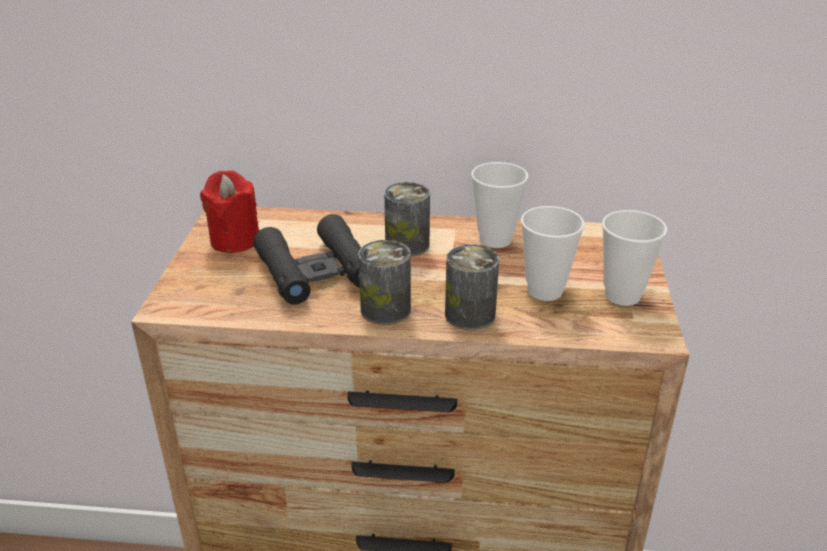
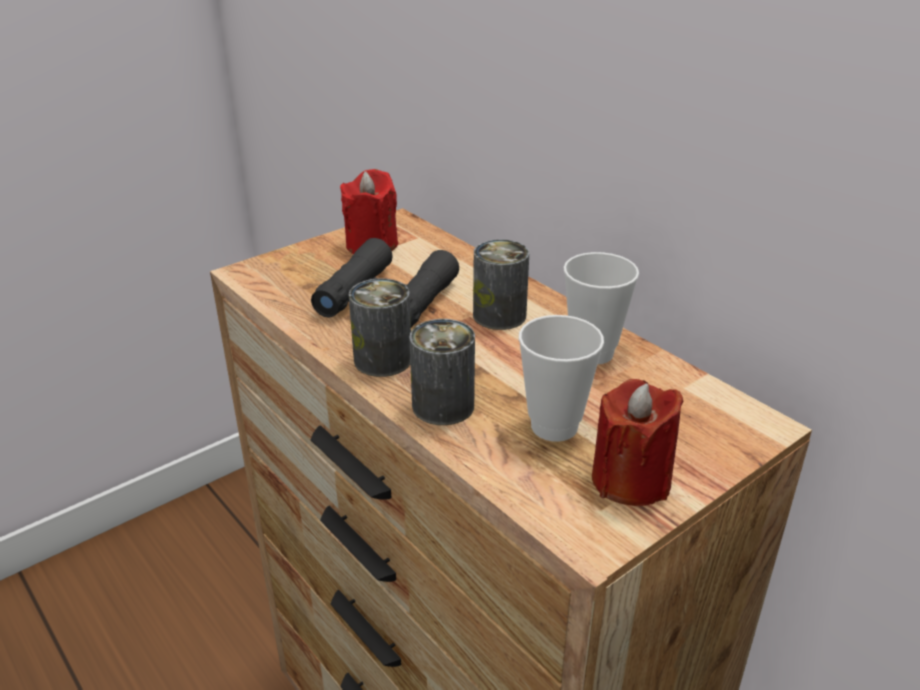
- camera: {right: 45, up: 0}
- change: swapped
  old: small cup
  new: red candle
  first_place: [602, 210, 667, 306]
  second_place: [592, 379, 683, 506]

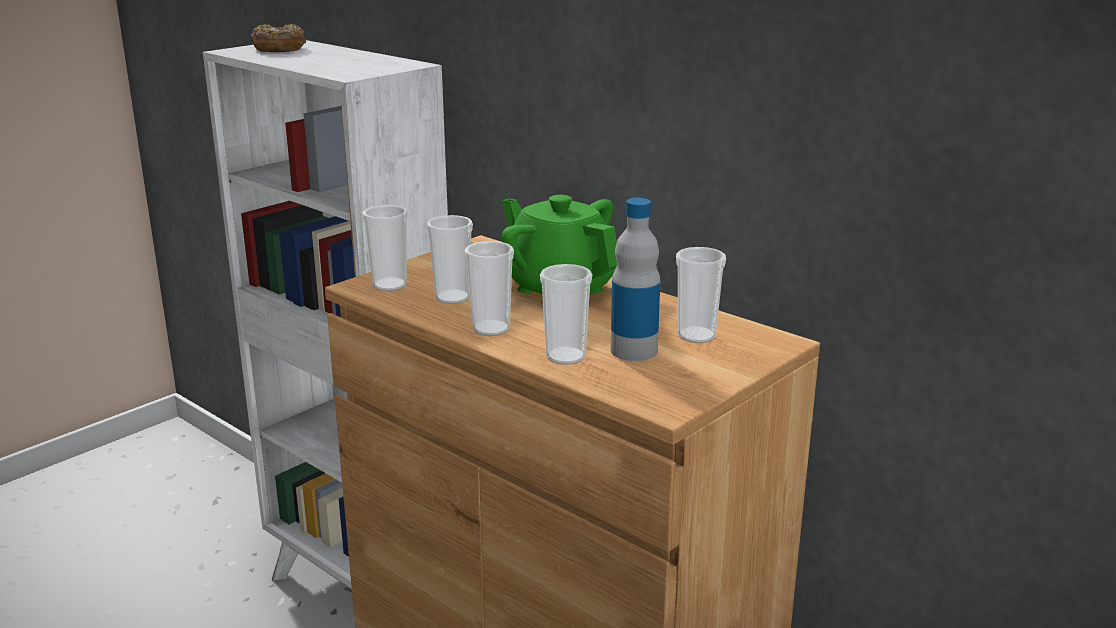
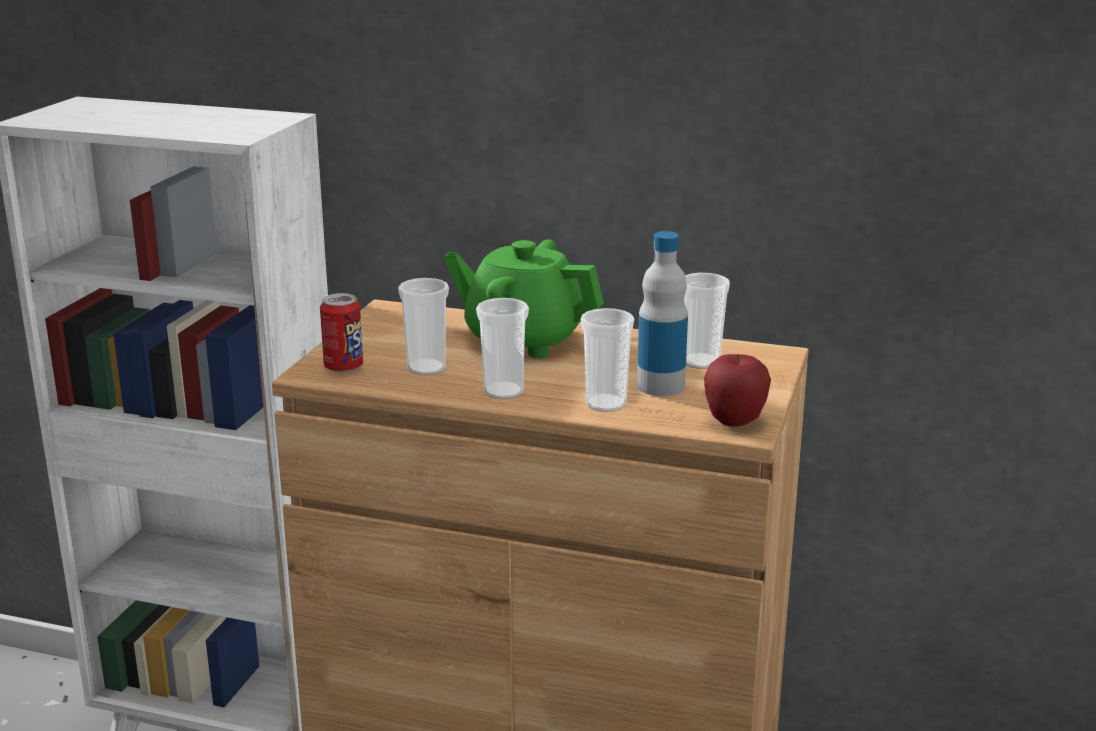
- camera: {right: -25, up: 0}
- change: gone
  old: doughnut
  first_place: [251, 24, 306, 52]
- change: swapped
  old: small cup
  new: sealed can
  first_place: [363, 205, 408, 291]
  second_place: [320, 293, 363, 373]
- change: new
  new: apple
  second_place: [704, 354, 771, 427]

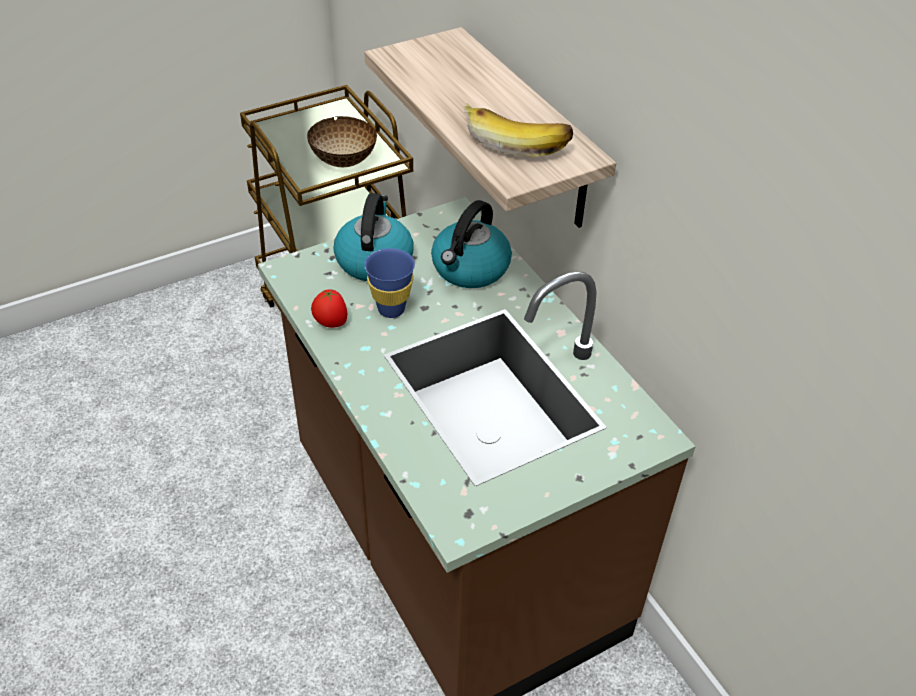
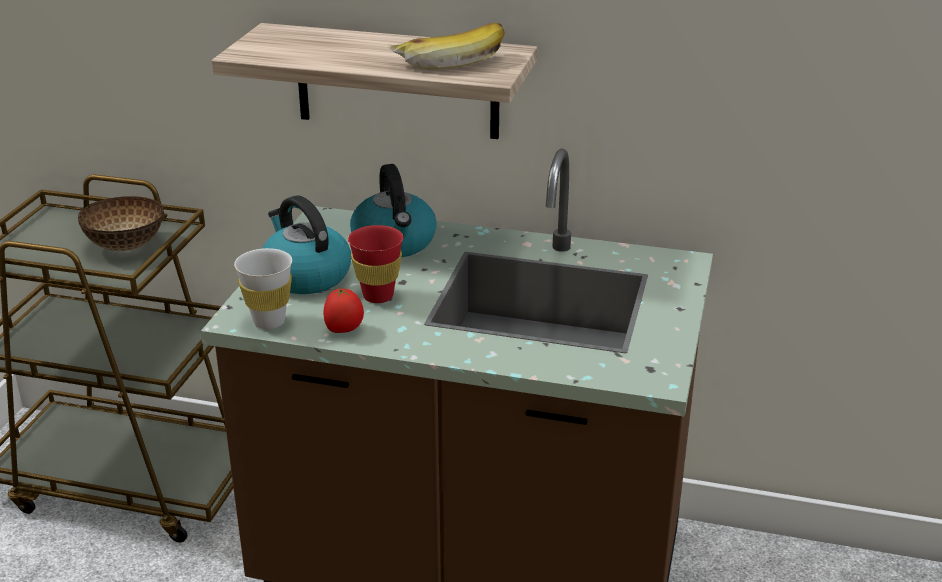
- camera: {right: -45, up: -15}
- change: repainted
  old: bluish small cup
  new: red small cup
  first_place: [365, 248, 415, 318]
  second_place: [348, 225, 403, 303]
- change: new
  new: whitish small cup
  second_place: [234, 248, 292, 329]

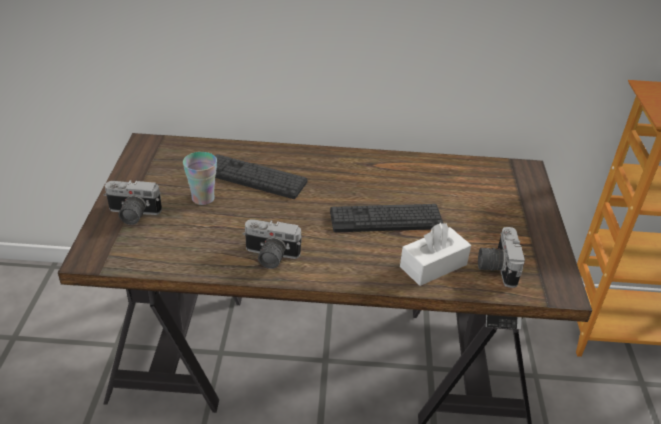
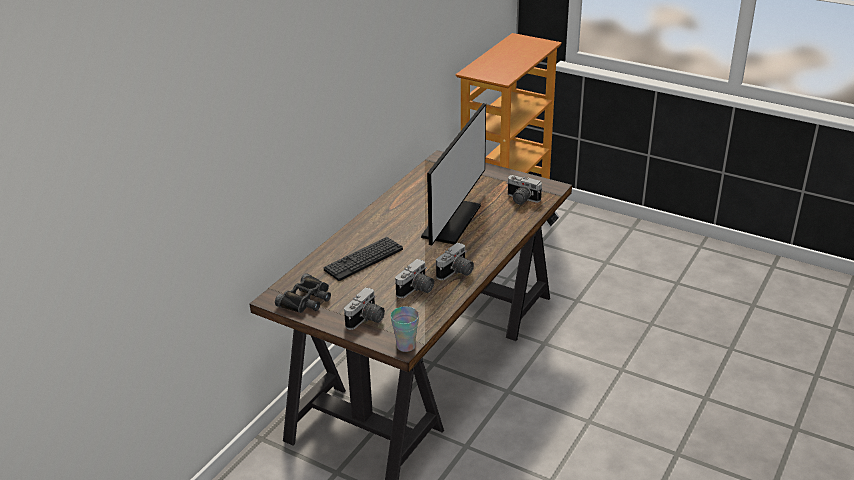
- camera: {right: -60, up: -5}
- change: shifted
  old: small cup
  first_place: [183, 152, 217, 205]
  second_place: [391, 306, 419, 352]
- change: swapped
  old: PC keyboard
  new: monitor
  first_place: [330, 204, 443, 232]
  second_place: [421, 103, 486, 245]
- change: gone
  old: whitish tissue holder
  first_place: [400, 223, 471, 286]
- change: new
  new: photo camera
  second_place: [395, 259, 434, 298]
- change: new
  new: black-coloured pair of binoculars
  second_place: [275, 273, 331, 313]

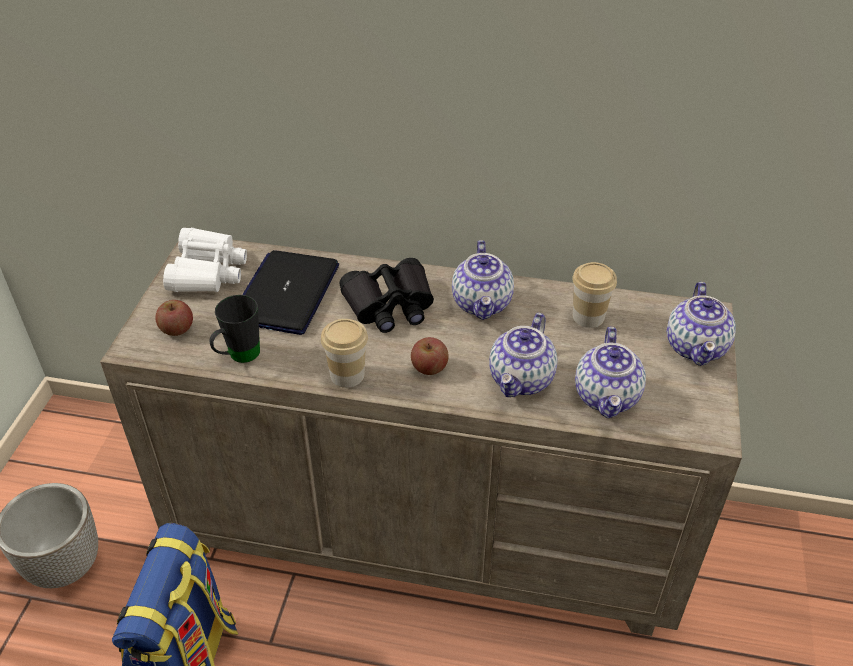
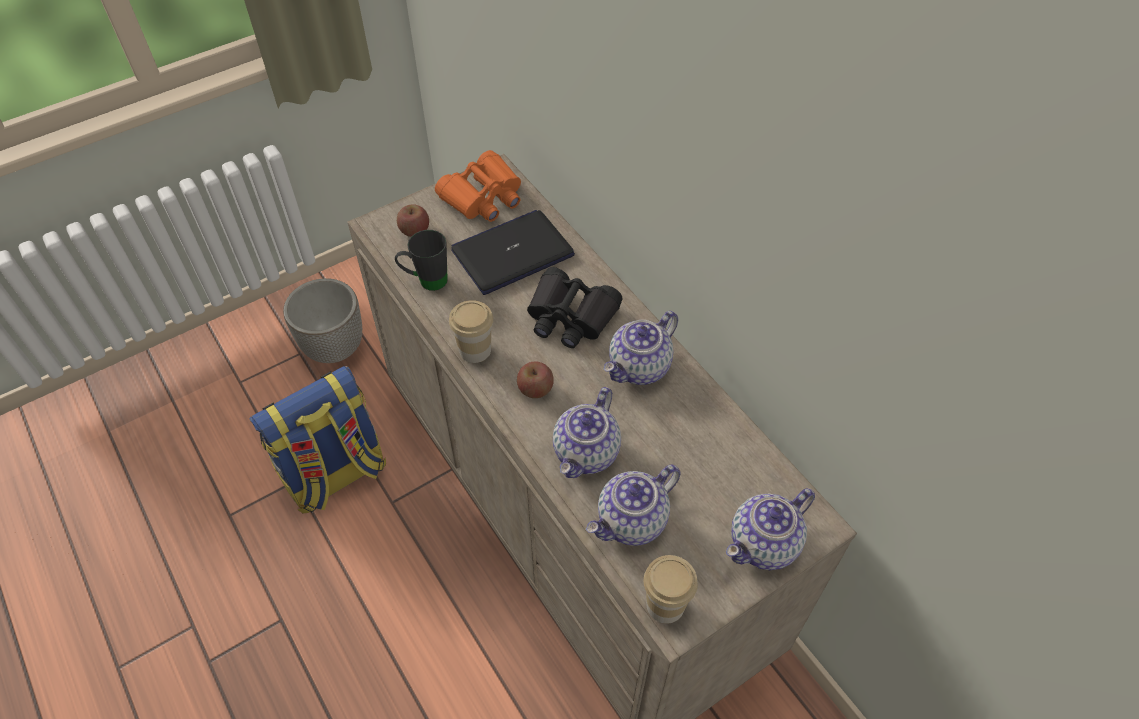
- camera: {right: 45, up: 10}
- change: repainted
  old: whitish pair of binoculars
  new: orangey pair of binoculars
  first_place: [163, 228, 247, 292]
  second_place: [435, 150, 521, 222]
- change: shifted
  old: small cup
  first_place: [572, 262, 617, 328]
  second_place: [644, 555, 698, 624]
- change: rotated
  old: pot for tea
  first_place: [489, 313, 557, 397]
  second_place: [553, 387, 621, 478]
  degrees: -45

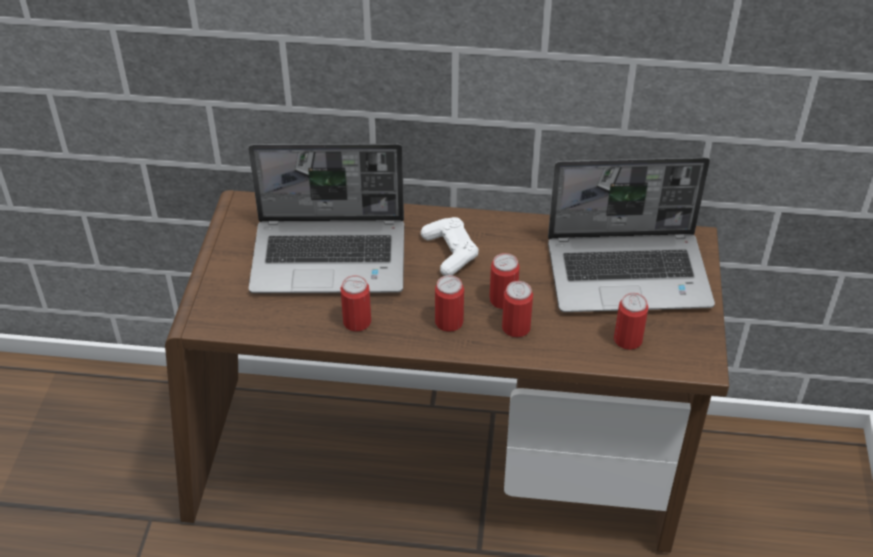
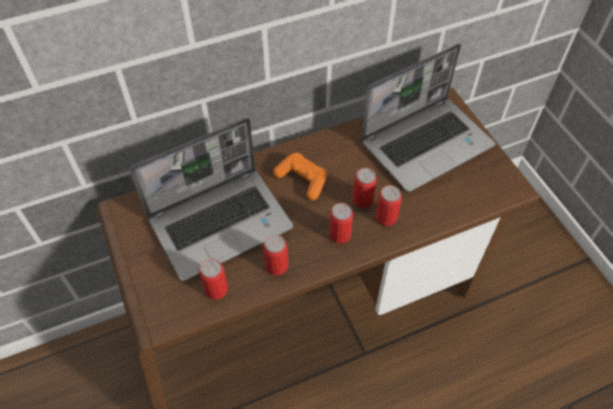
- camera: {right: -30, up: 10}
- change: repainted
  old: whitish joypad
  new: orangey joypad
  first_place: [421, 217, 479, 276]
  second_place: [273, 153, 327, 200]
- change: shifted
  old: sealed can
  first_place: [614, 293, 649, 350]
  second_place: [199, 258, 228, 300]

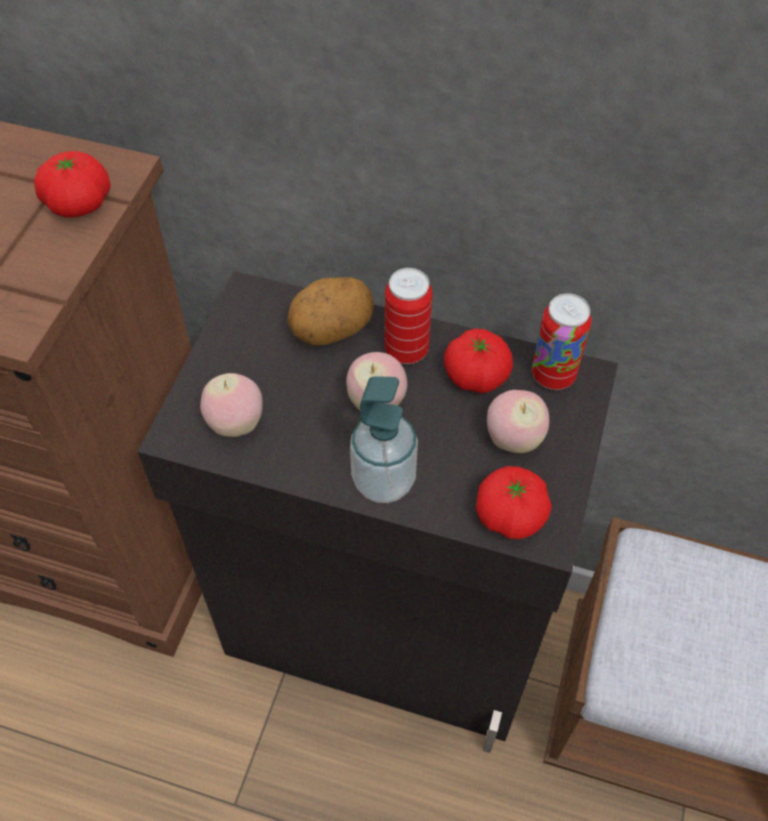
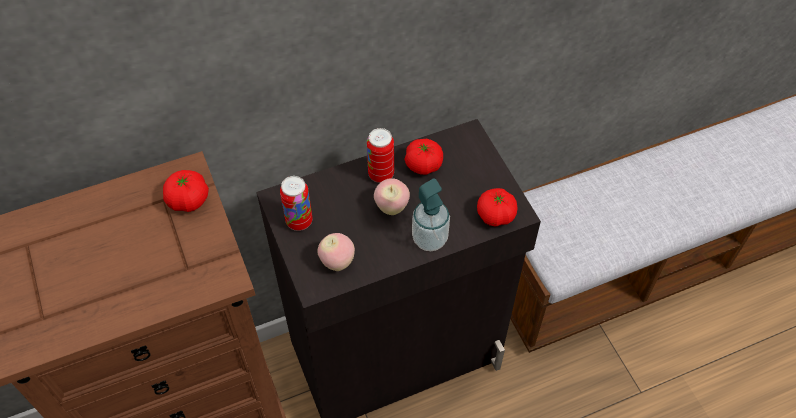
- camera: {right: -40, up: 0}
- change: gone
  old: spud
  first_place: [287, 277, 374, 345]
- change: shifted
  old: sealed can
  first_place: [532, 293, 592, 390]
  second_place: [280, 176, 313, 231]
- change: gone
  old: apple
  first_place: [487, 390, 549, 453]

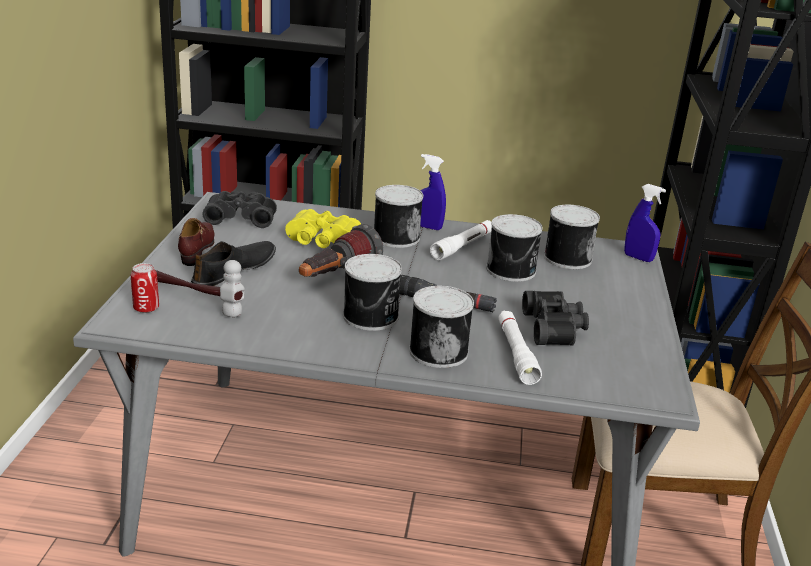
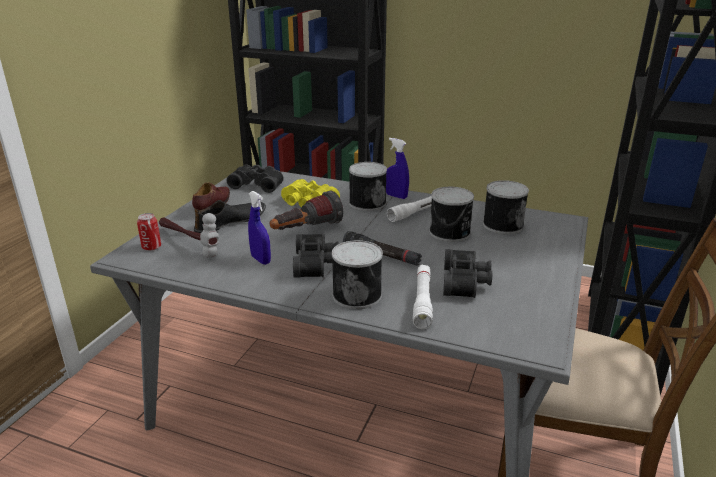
- camera: {right: 15, up: 0}
- change: shifted
  old: bluish hand sprayer
  first_place: [624, 184, 666, 262]
  second_place: [248, 191, 271, 265]
- change: swapped
  old: sealed can
  new: black-coloured pair of binoculars
  first_place: [343, 254, 402, 331]
  second_place: [293, 234, 339, 278]

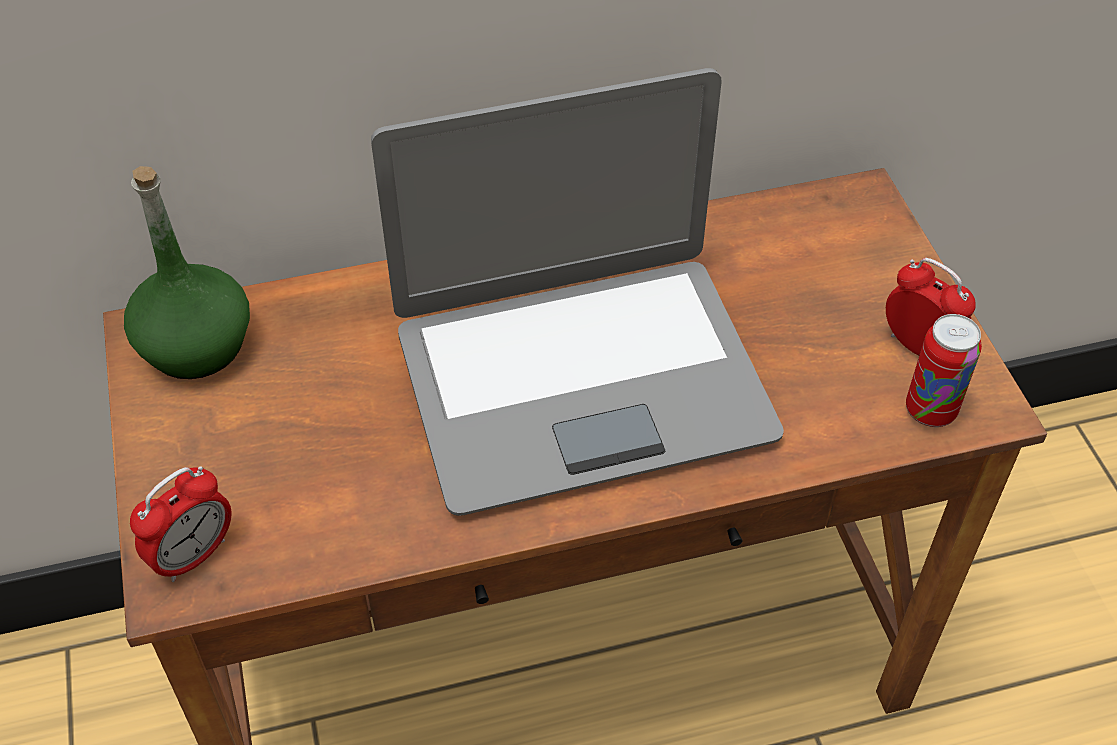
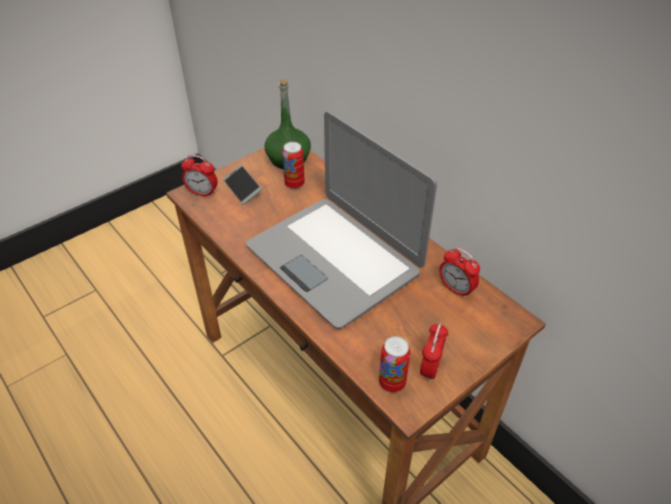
- camera: {right: 65, up: -5}
- change: new
  new: sealed can
  second_place: [282, 142, 305, 189]
- change: new
  new: phone
  second_place: [224, 165, 262, 205]
- change: new
  new: bedside clock
  second_place: [439, 247, 480, 298]

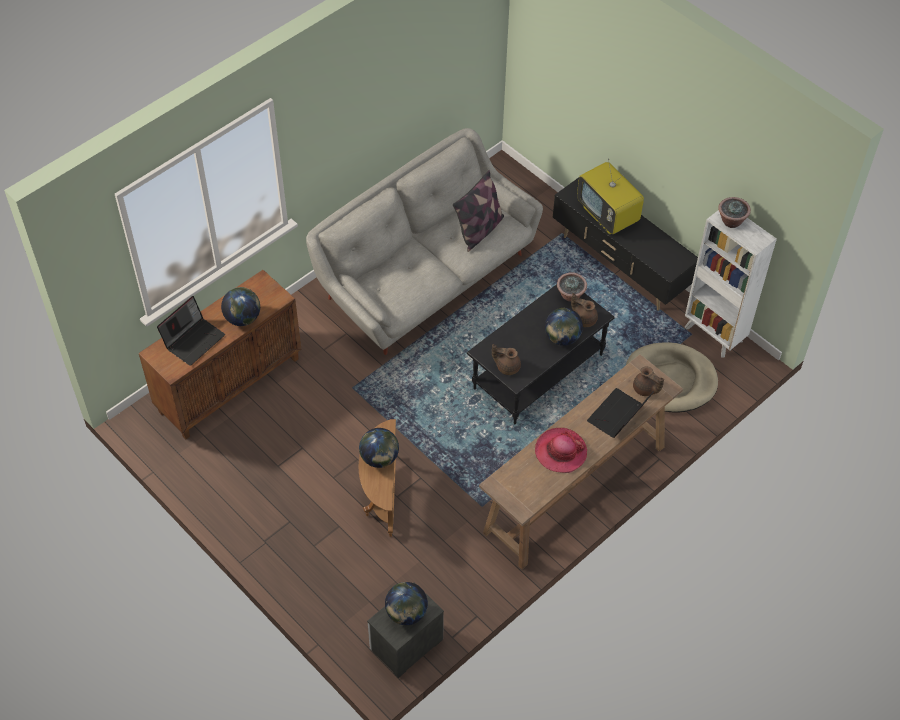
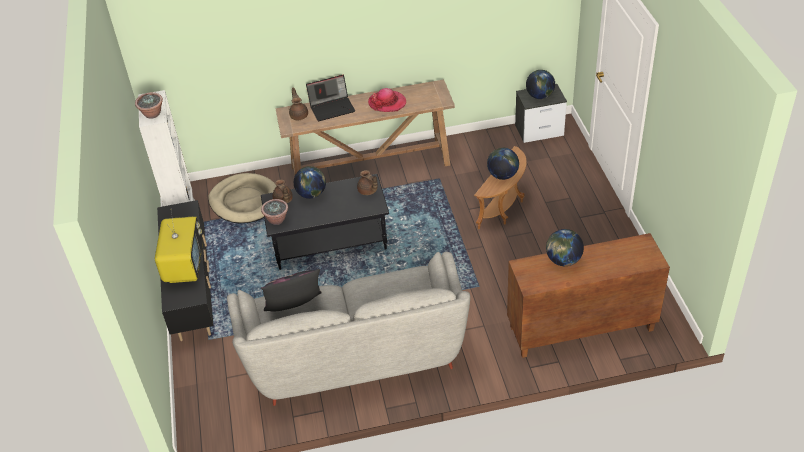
- camera: {right: -145, up: -10}
- change: gone
  old: laptop
  first_place: [157, 296, 225, 366]

